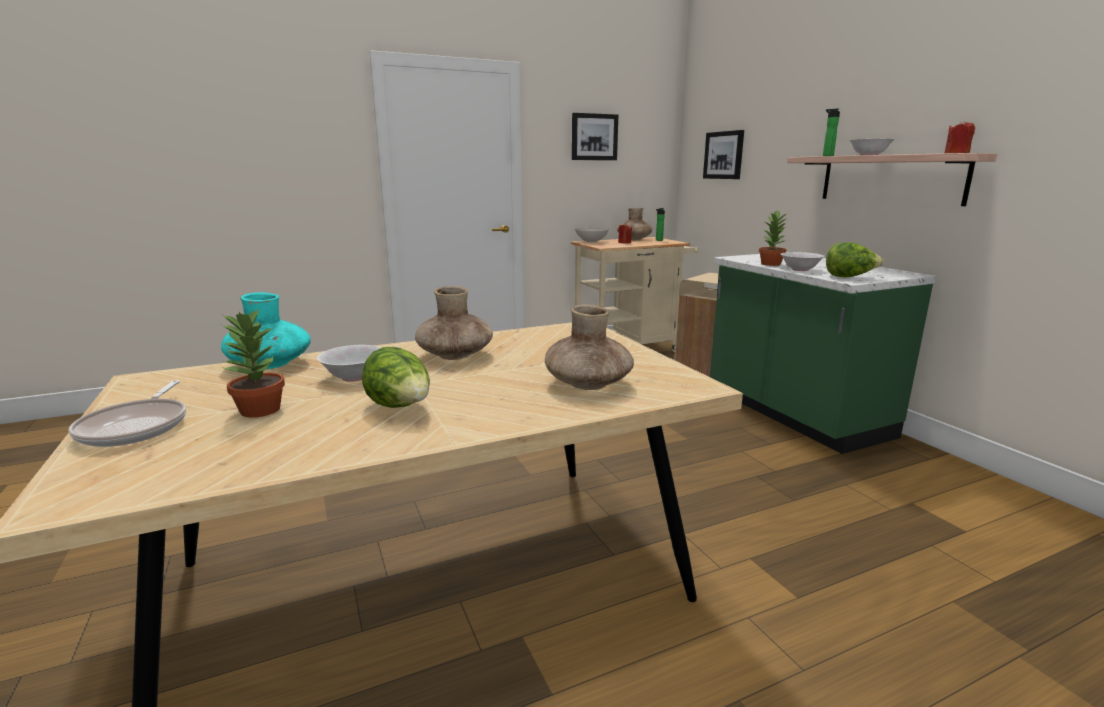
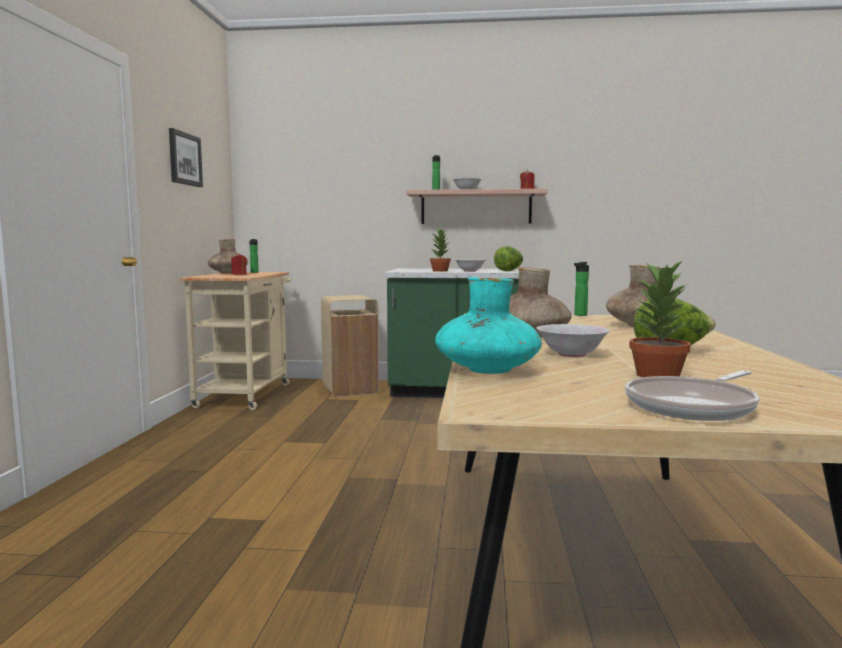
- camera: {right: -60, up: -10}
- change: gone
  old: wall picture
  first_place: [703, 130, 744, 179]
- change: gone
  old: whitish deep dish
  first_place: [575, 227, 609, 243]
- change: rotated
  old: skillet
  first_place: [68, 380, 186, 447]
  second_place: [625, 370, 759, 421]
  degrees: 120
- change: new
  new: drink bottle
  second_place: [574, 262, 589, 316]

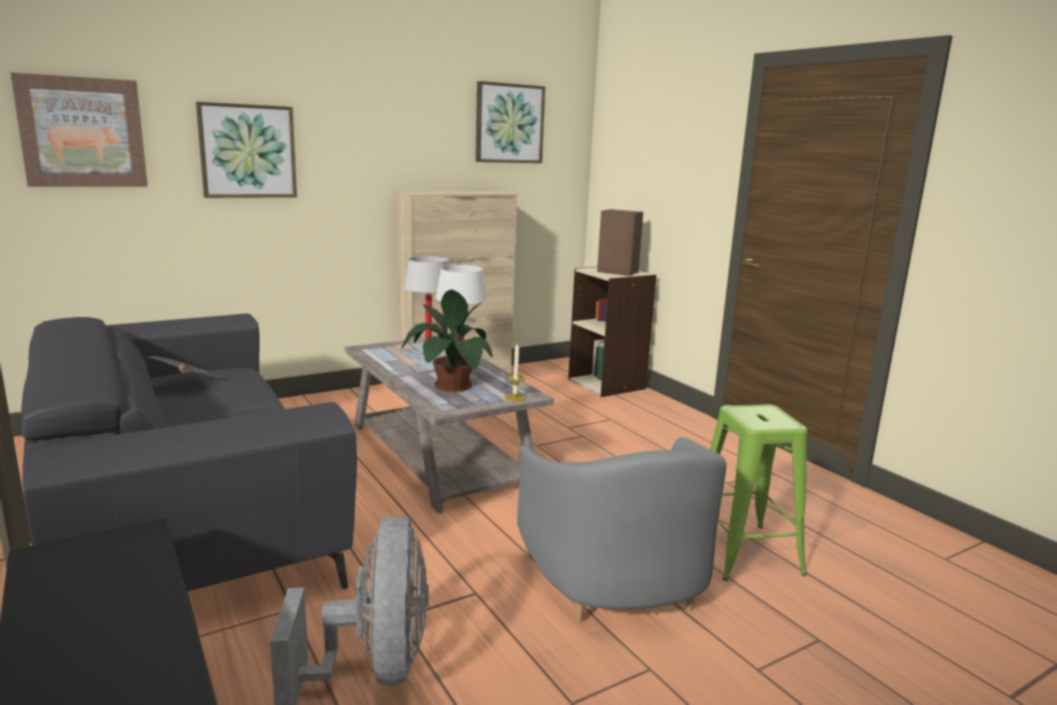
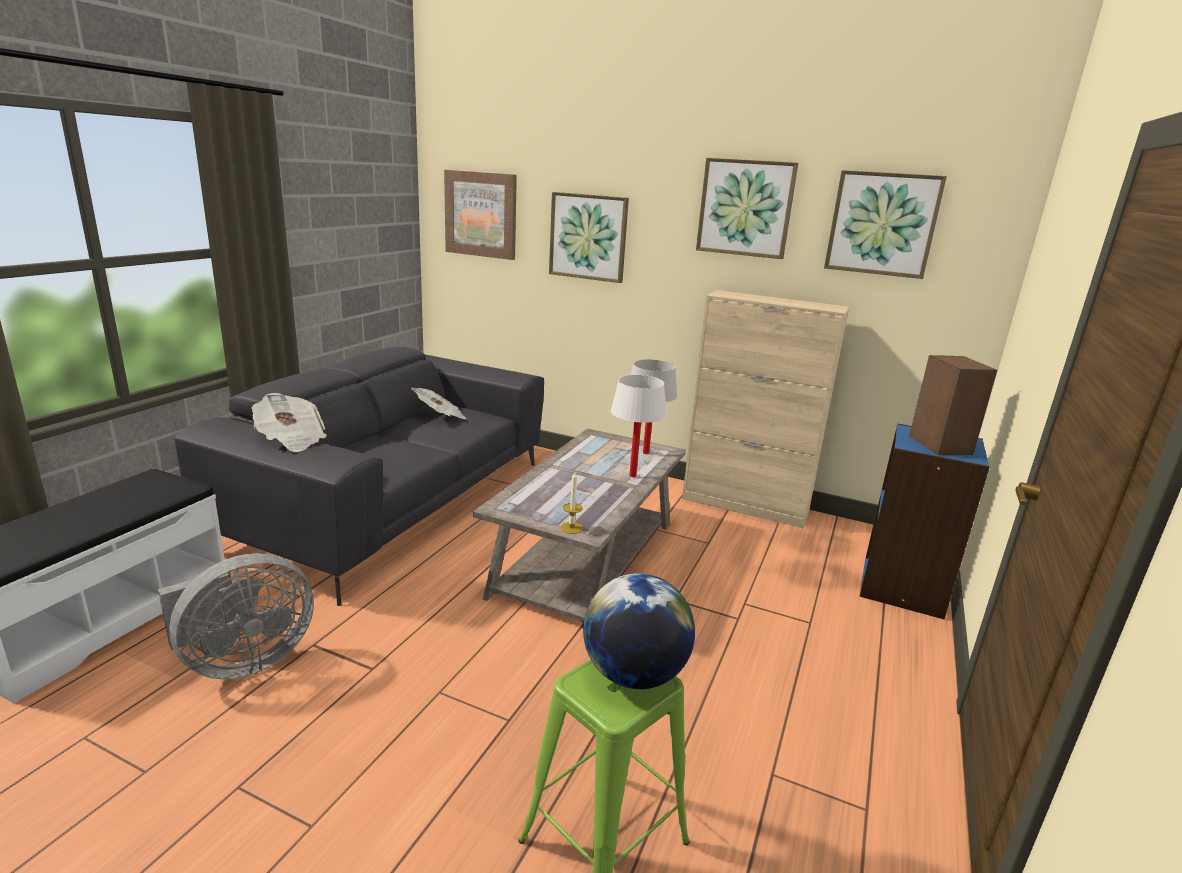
- camera: {right: 55, up: 5}
- change: repainted
  old: beige bookcase
  new: bluish bookcase
  first_place: [568, 267, 657, 397]
  second_place: [860, 423, 990, 620]
- change: gone
  old: plant in a pot
  first_place: [401, 290, 493, 392]
- change: gone
  old: gray easy chair
  first_place: [517, 437, 726, 624]
- change: new
  new: wall picture
  second_place: [696, 158, 798, 259]
- change: new
  new: newspaper
  second_place: [252, 393, 327, 452]
- change: new
  new: globe
  second_place: [583, 573, 695, 689]

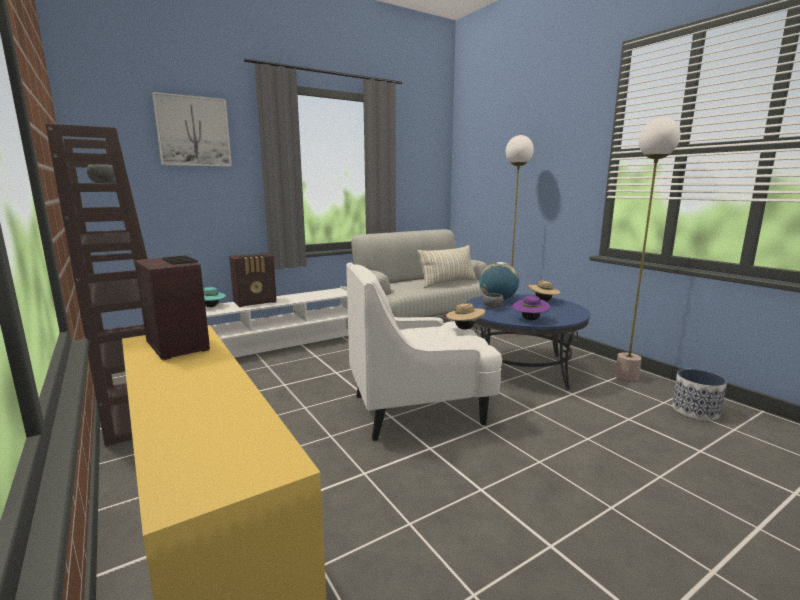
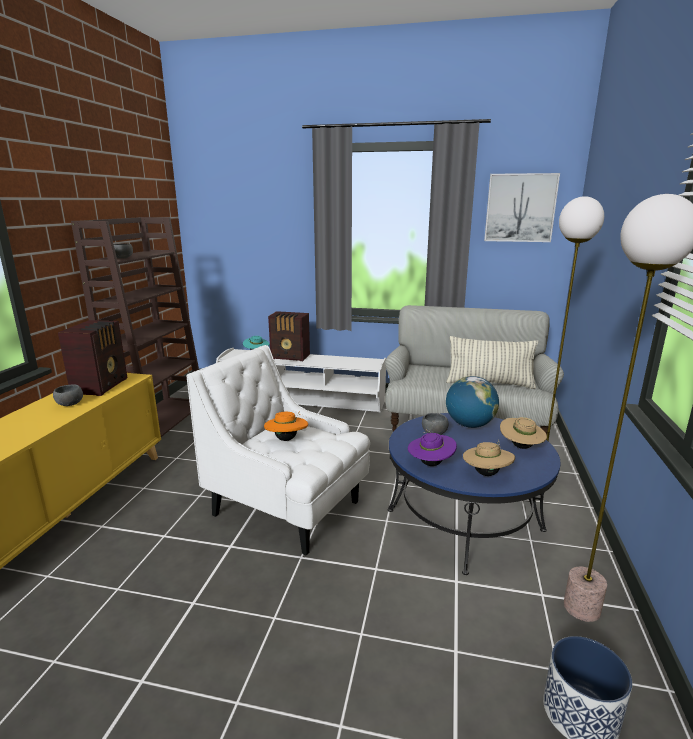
- camera: {right: 45, up: 5}
- change: shifted
  old: wall picture
  first_place: [152, 92, 232, 167]
  second_place: [484, 173, 560, 242]
- change: shifted
  old: beige hat
  first_place: [446, 301, 485, 330]
  second_place: [463, 440, 515, 476]
- change: new
  new: gray deep dish
  second_place: [53, 384, 83, 406]
- change: new
  new: orangey hat
  second_place: [264, 412, 308, 441]

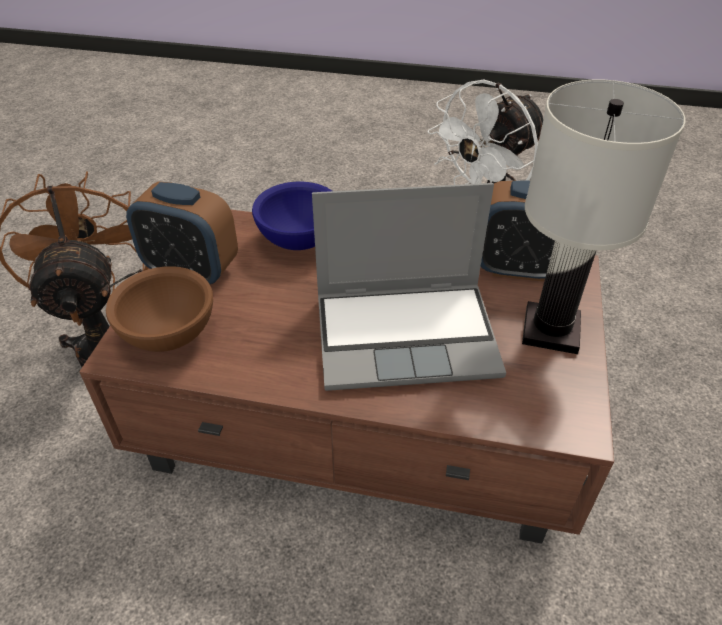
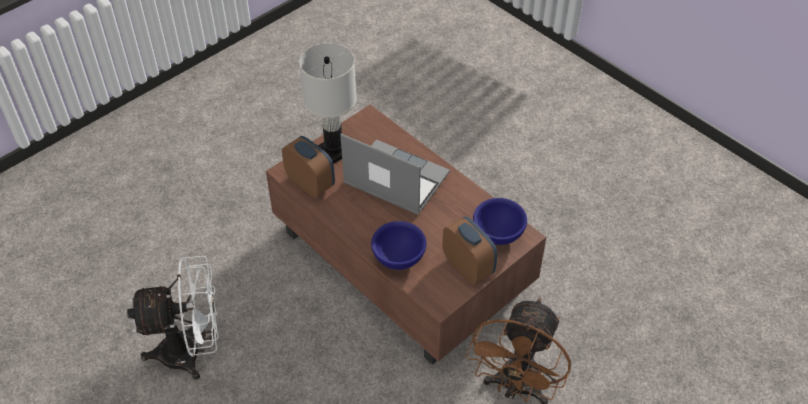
- camera: {right: -145, up: 5}
- change: repainted
  old: brown-coloured deep dish
  new: bluish deep dish
  first_place: [106, 266, 213, 352]
  second_place: [473, 198, 527, 245]

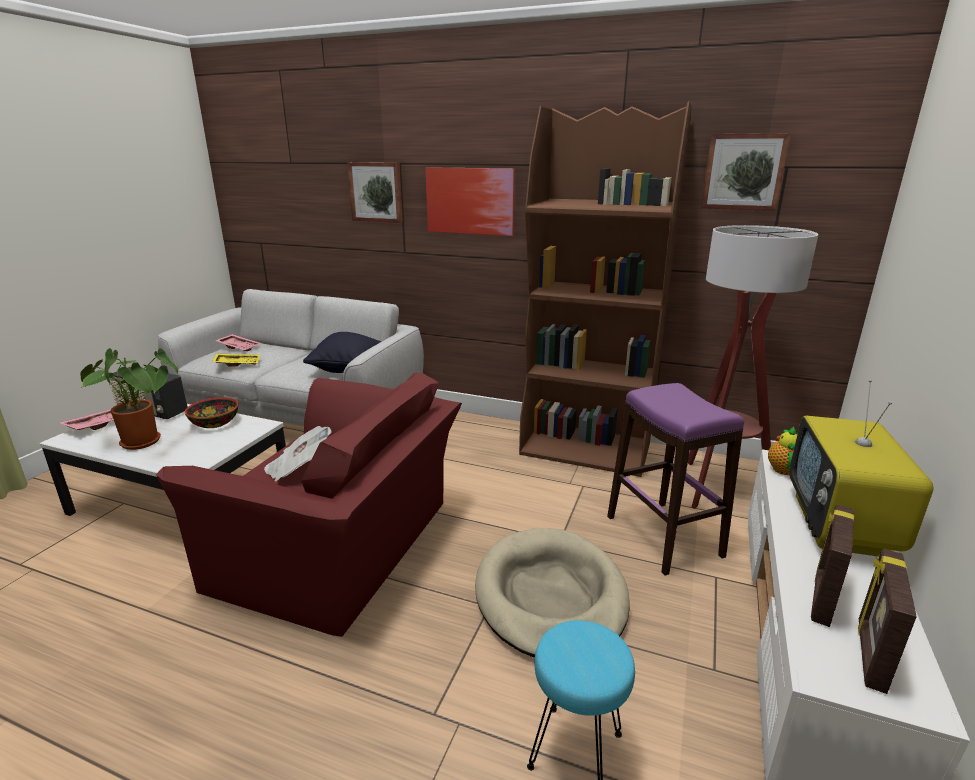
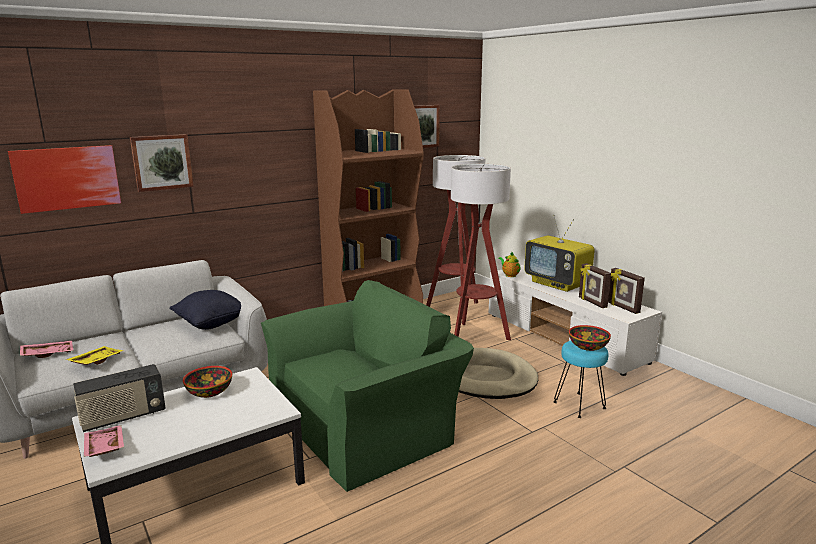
- camera: {right: -55, up: -5}
- change: shifted
  old: wall picture
  first_place: [425, 167, 515, 236]
  second_place: [8, 145, 121, 214]
- change: gone
  old: plant in a pot
  first_place: [80, 348, 178, 450]
- change: repainted
  old: red easy chair
  new: green easy chair
  first_place: [156, 373, 462, 637]
  second_place: [261, 280, 474, 492]
- change: swapped
  old: purple stool seat
  new: standing lamp
  first_place: [607, 383, 744, 575]
  second_place: [451, 164, 511, 340]
- change: gone
  old: newspaper
  first_place: [264, 426, 331, 481]
- change: new
  new: deep dish
  second_place: [569, 325, 611, 351]

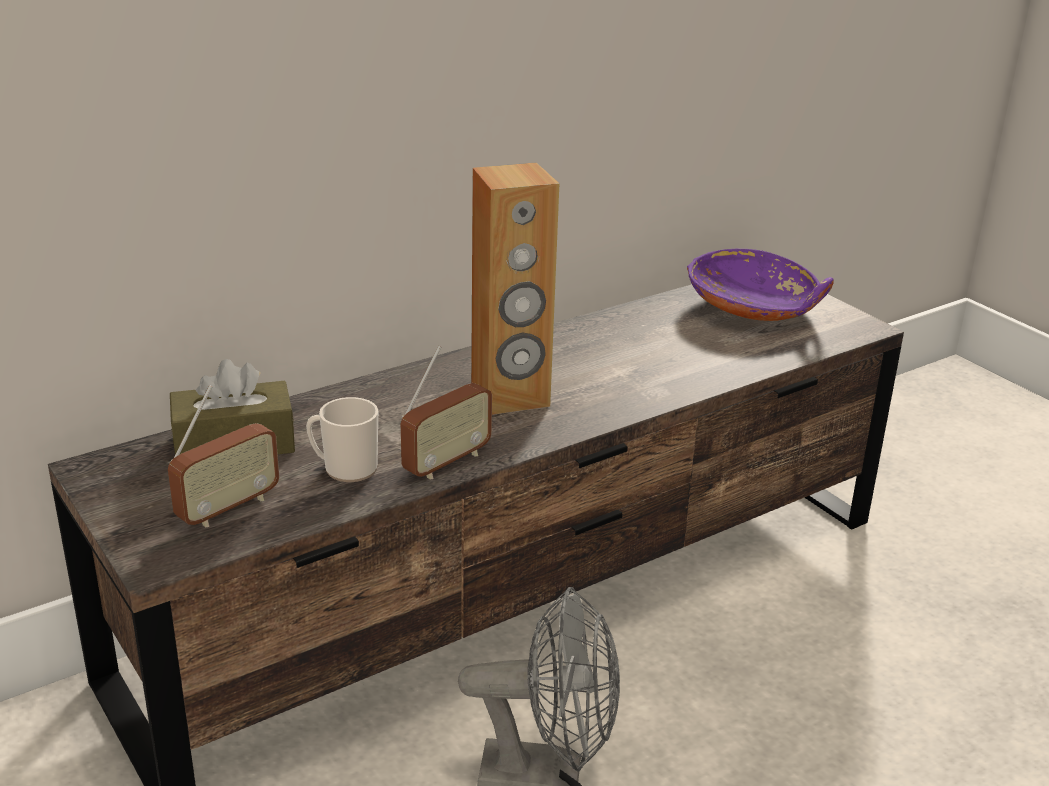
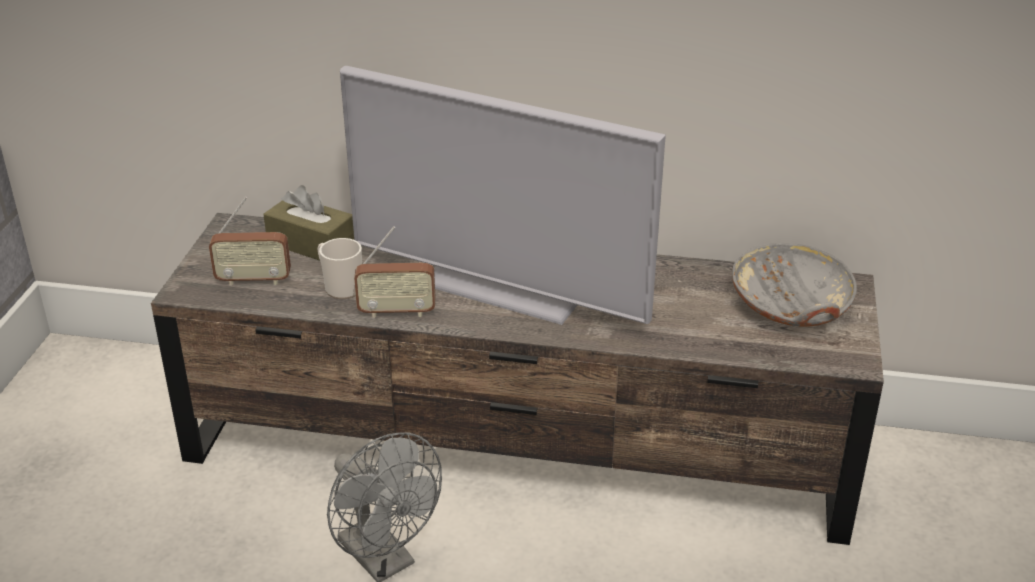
- camera: {right: 45, up: 5}
- change: swapped
  old: brown-coloured speaker
  new: TV
  first_place: [471, 163, 559, 415]
  second_place: [340, 66, 666, 325]
- change: repainted
  old: purple deep dish
  new: gray deep dish
  first_place: [687, 249, 834, 321]
  second_place: [732, 243, 857, 327]

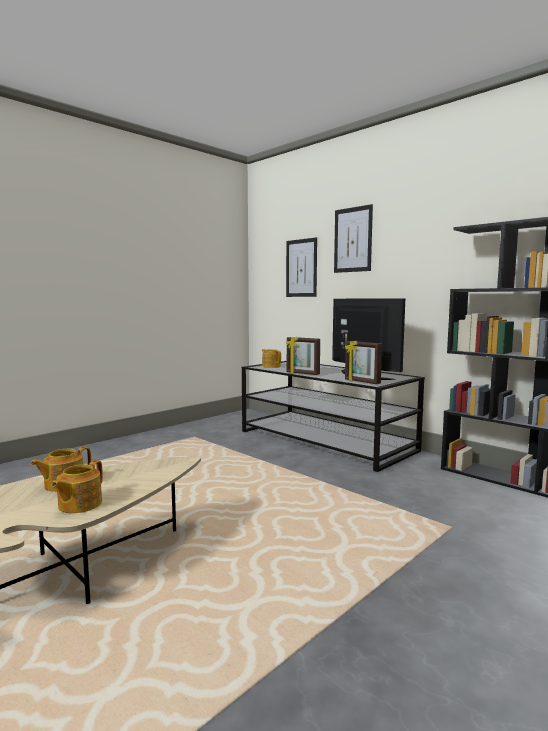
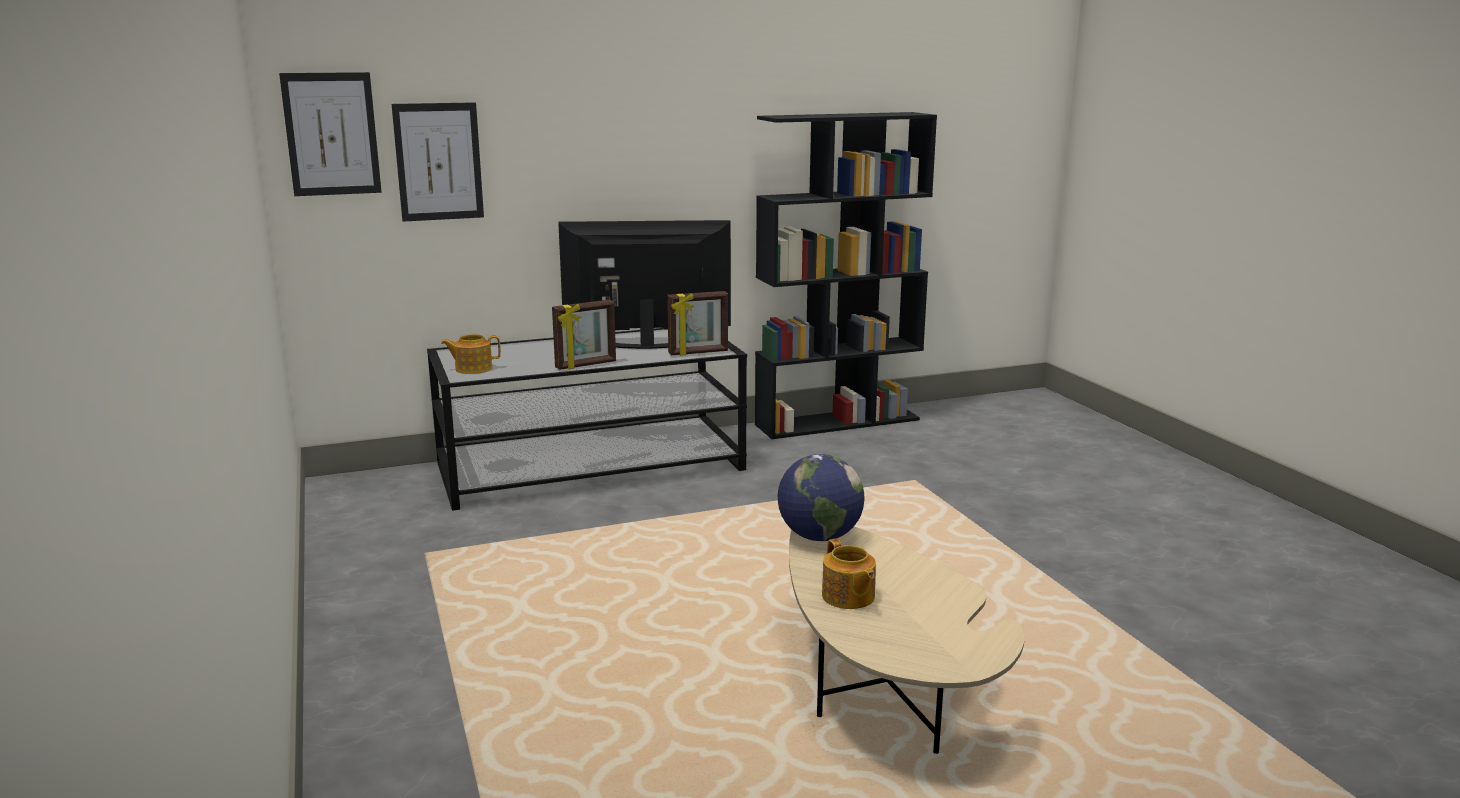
- camera: {right: -65, up: 10}
- change: shifted
  old: wall picture
  first_place: [334, 204, 373, 273]
  second_place: [279, 72, 382, 196]
- change: gone
  old: pot for tea
  first_place: [52, 460, 103, 513]
- change: new
  new: globe
  second_place: [778, 454, 864, 541]

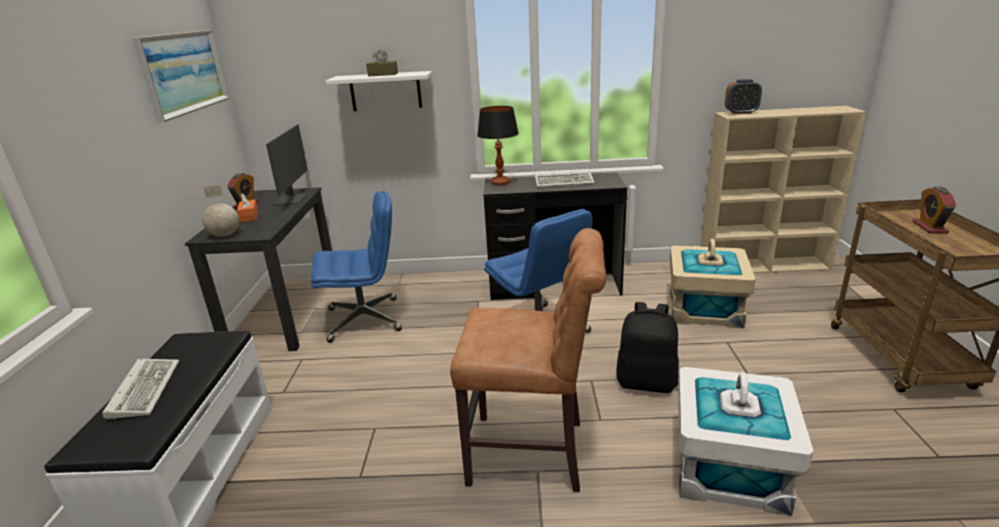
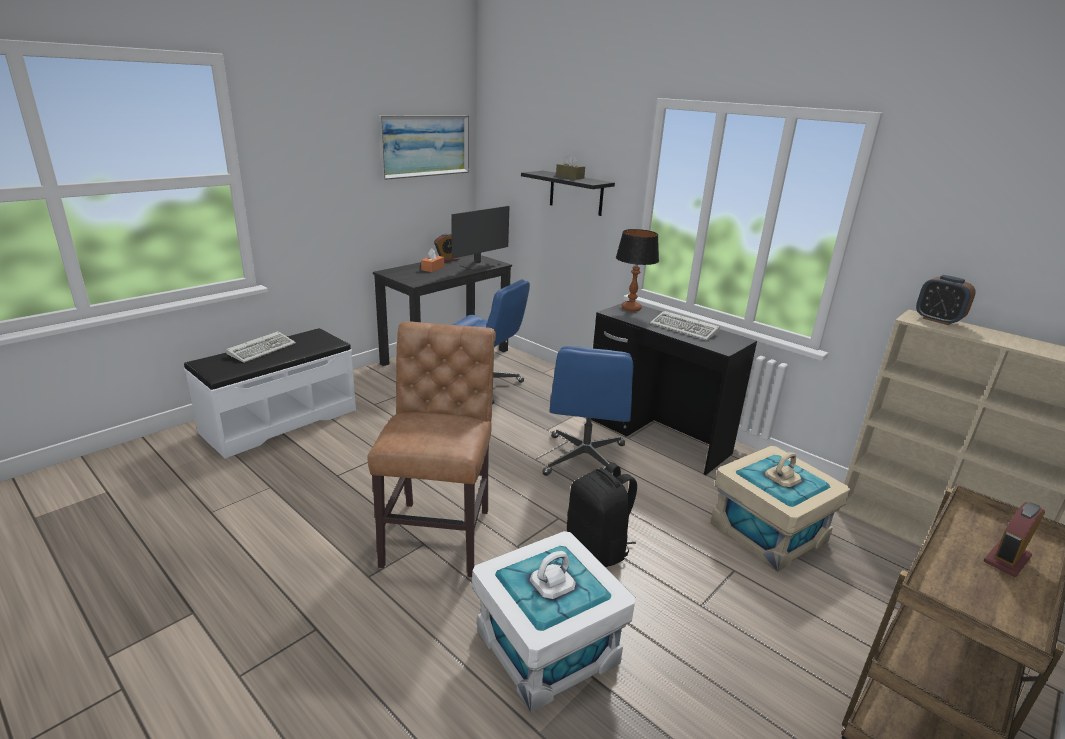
- camera: {right: 40, up: 0}
- change: repainted
  old: whitish bracket shelf
  new: black-coloured bracket shelf
  first_place: [325, 71, 432, 111]
  second_place: [521, 171, 615, 216]
- change: gone
  old: globe
  first_place: [202, 185, 239, 237]
- change: rotated
  old: brown-coloured chair
  first_place: [450, 228, 606, 492]
  second_place: [367, 321, 496, 577]
  degrees: -135

